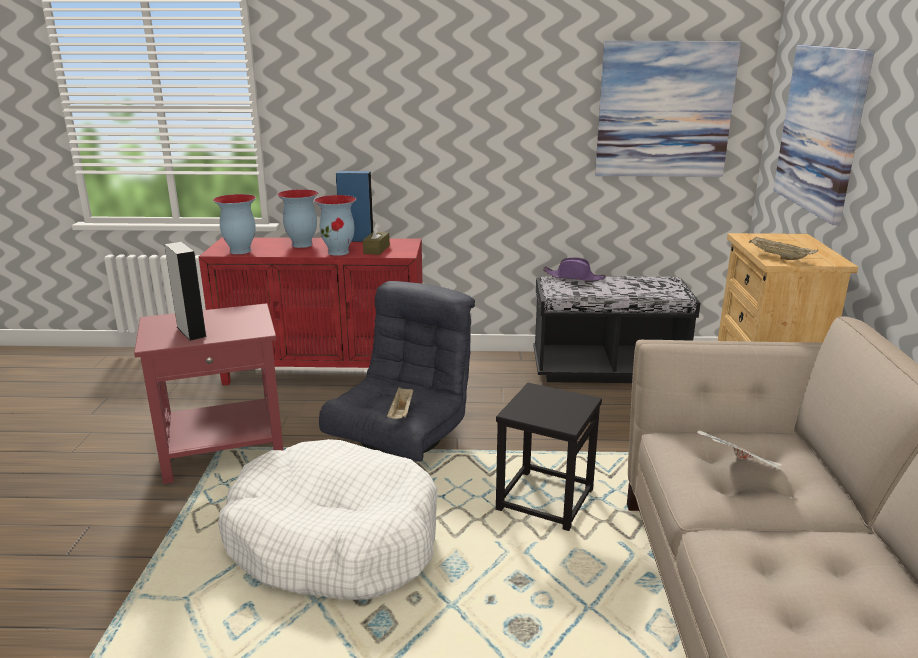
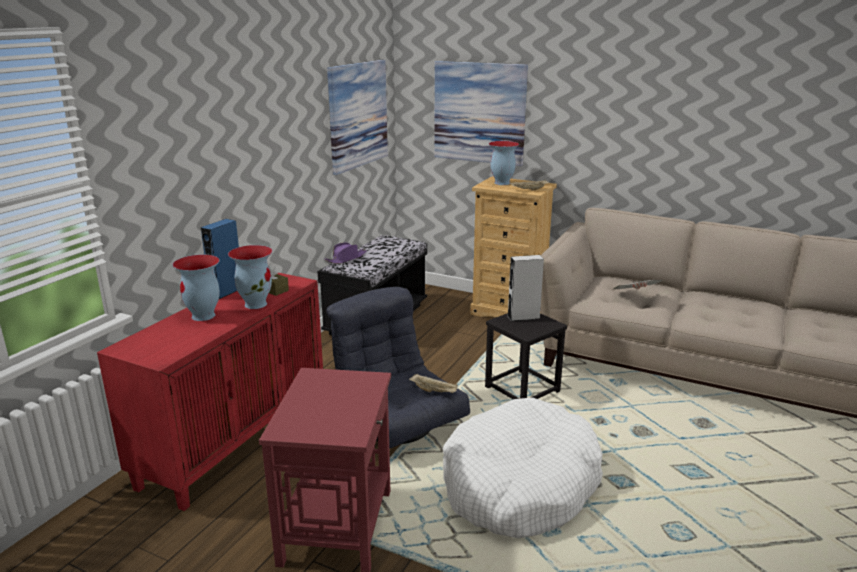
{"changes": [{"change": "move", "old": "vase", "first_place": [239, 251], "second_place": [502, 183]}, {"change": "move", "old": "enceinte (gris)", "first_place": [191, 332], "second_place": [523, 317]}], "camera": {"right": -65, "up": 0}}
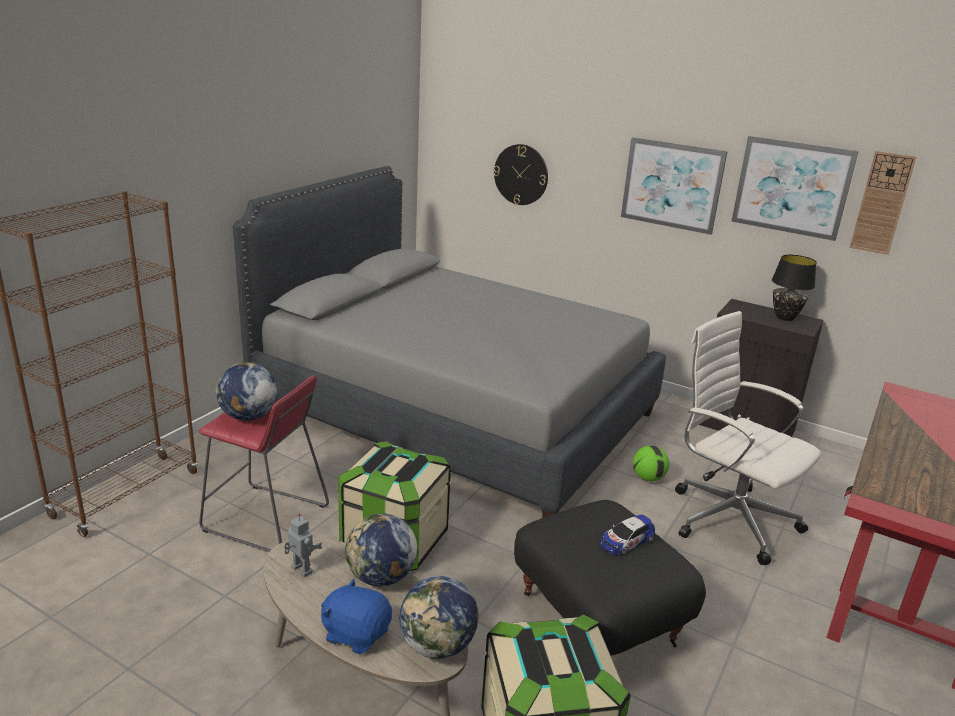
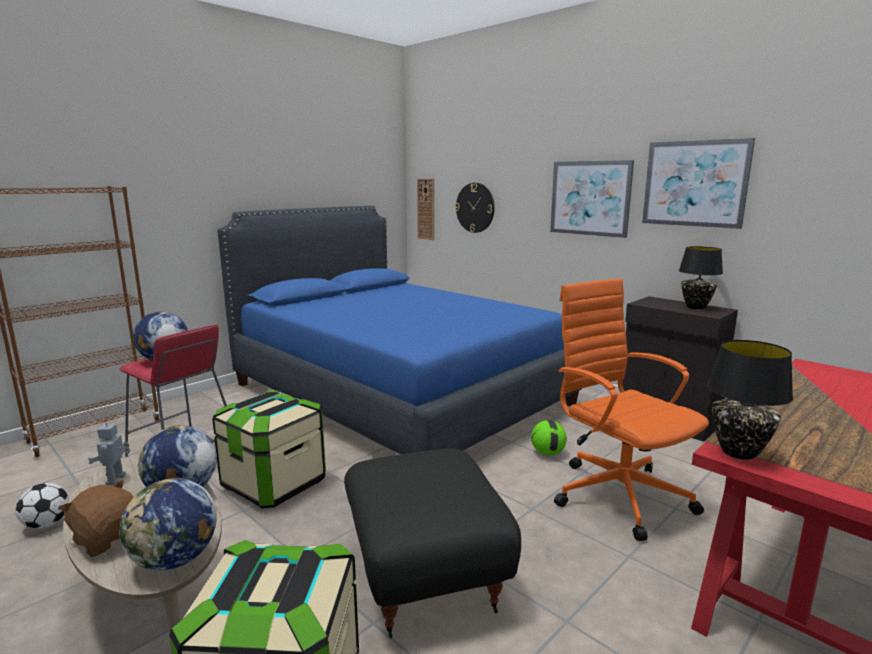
{"changes": [{"change": "move", "old": "horloge murale", "first_place": [882, 203], "second_place": [426, 209]}, {"change": "recolor", "old": "lit (gris)", "new": "lit (bleu)", "first_place": [455, 411], "second_place": [398, 394]}, {"change": "recolor", "old": "chaise de bureau (blanc)", "new": "chaise de bureau (orange)", "first_place": [729, 518], "second_place": [618, 494]}, {"change": "rotate", "old": "robot jouet", "first_place": [300, 571], "second_place": [117, 480], "degrees": -150}, {"change": "delete", "old": "petite voiture", "first_place": [626, 540]}, {"change": "recolor", "old": "peluche (bleu)", "new": "peluche (marron)", "first_place": [356, 634], "second_place": [108, 538]}, {"change": "insert", "new": "lampe de table (noir)", "second_place": [738, 452]}, {"change": "insert", "new": "ballon de foot", "second_place": [47, 524]}], "camera": {"right": 15, "up": -10}}
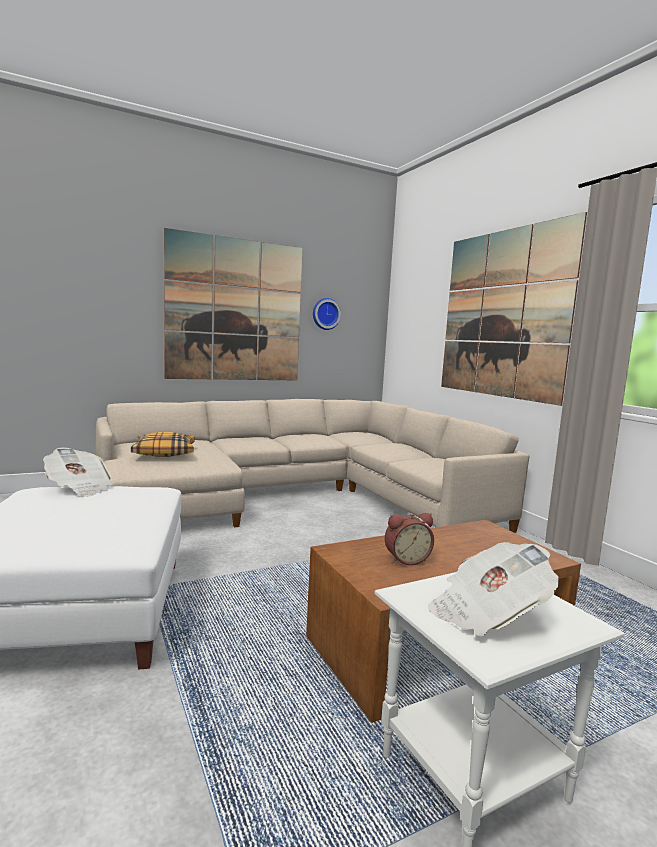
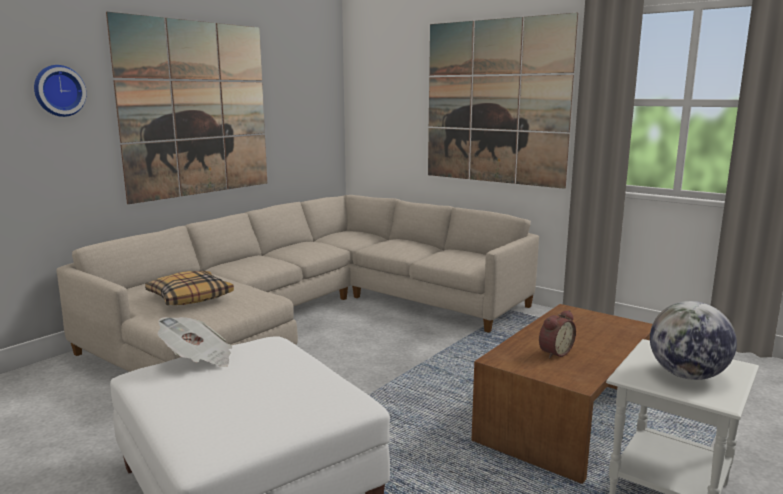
{"changes": [{"change": "move", "old": "horloge murale", "first_place": [325, 314], "second_place": [58, 91]}, {"change": "replace", "old": "journal", "new": "globe", "first_place": [487, 614], "second_place": [687, 375]}], "camera": {"right": -25, "up": 5}}
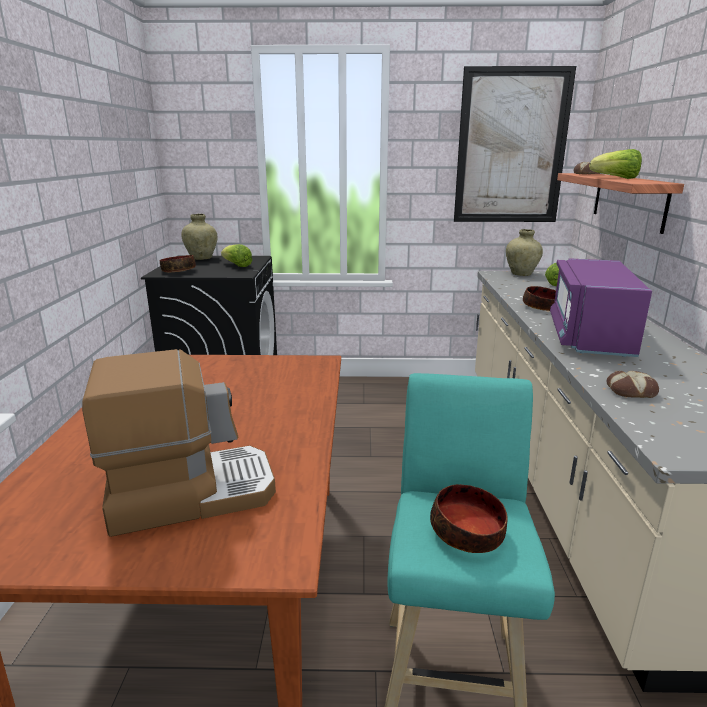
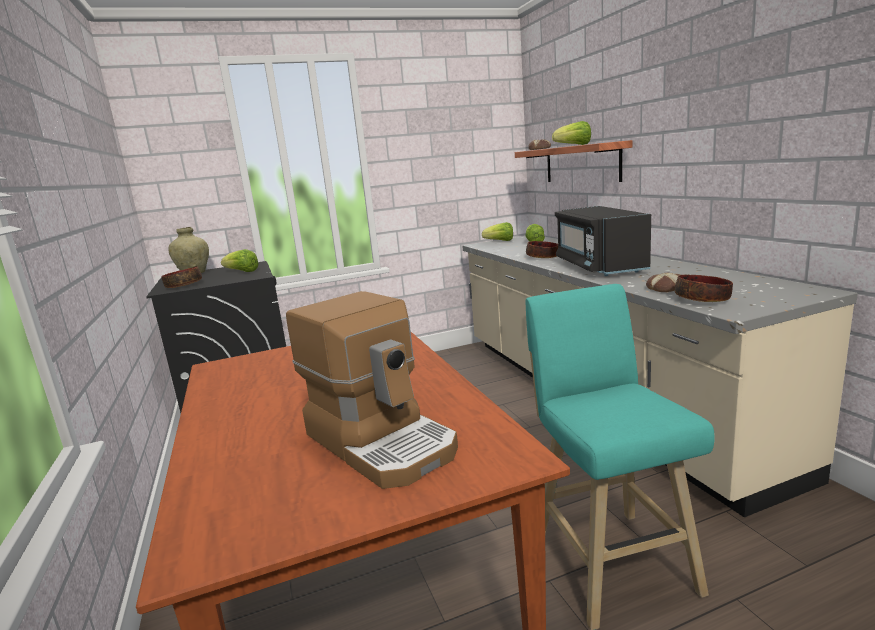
{"changes": [{"change": "delete", "old": "tableau", "first_place": [511, 147]}, {"change": "replace", "old": "vase (beige)", "new": "laitue", "first_place": [521, 274], "second_place": [500, 241]}, {"change": "recolor", "old": "micro-ondes (violet)", "new": "micro-ondes (noir)", "first_place": [589, 336], "second_place": [598, 266]}, {"change": "rotate", "old": "machine à café", "first_place": [191, 492], "second_place": [382, 441], "degrees": 90}, {"change": "move", "old": "bol", "first_place": [467, 533], "second_place": [703, 299]}], "camera": {"right": -20, "up": -5}}
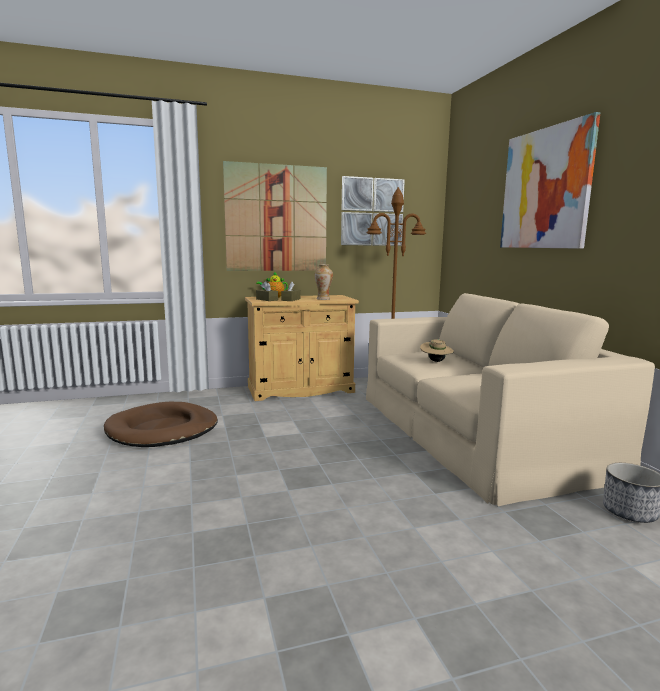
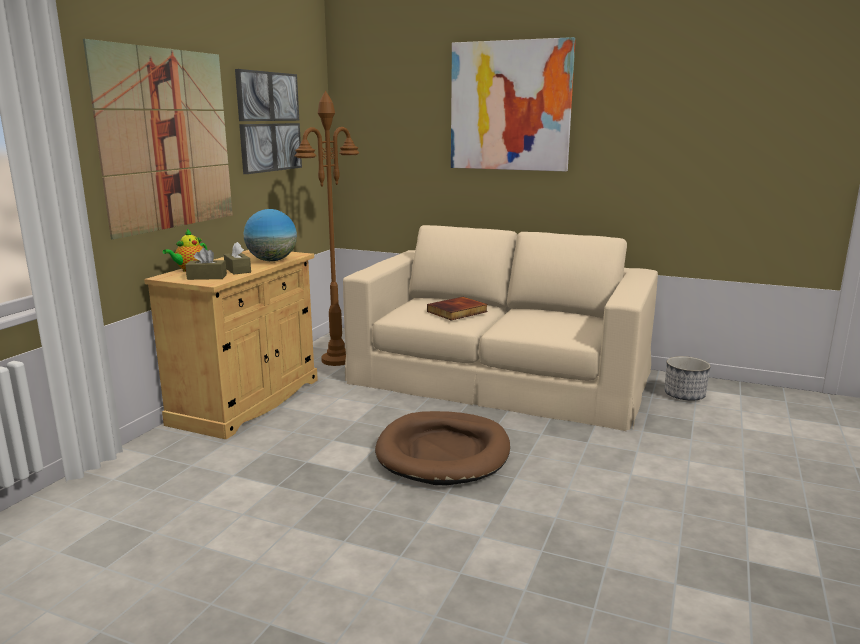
{"changes": [{"change": "replace", "old": "vase", "new": "globe", "first_place": [323, 299], "second_place": [272, 260]}, {"change": "replace", "old": "chapeau (beige)", "new": "livre", "first_place": [436, 361], "second_place": [457, 312]}, {"change": "move", "old": "panier pour chien (marron)", "first_place": [163, 429], "second_place": [443, 452]}], "camera": {"right": -50, "up": 5}}
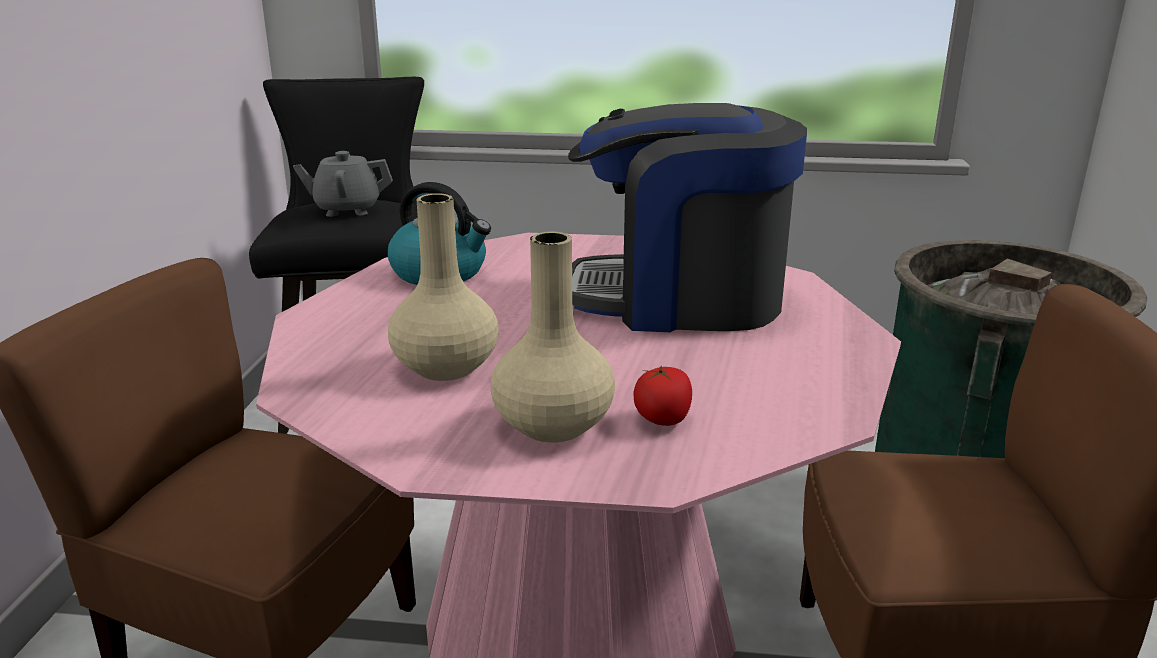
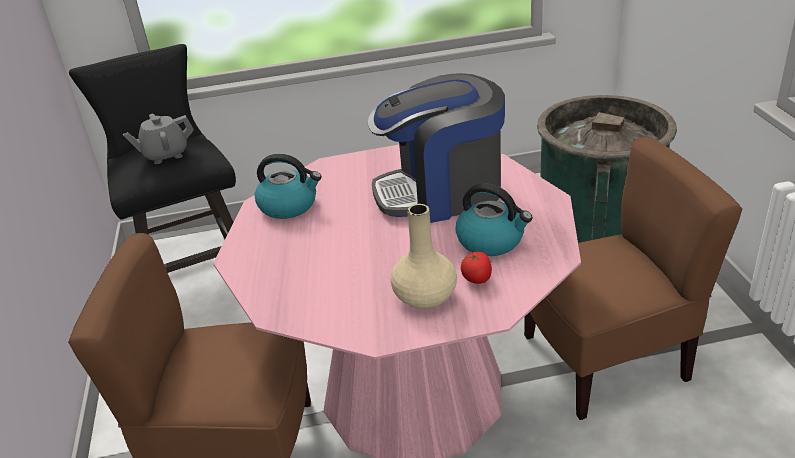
{"changes": [{"change": "delete", "old": "vase (beige)", "first_place": [446, 367]}, {"change": "insert", "new": "bouilloire", "second_place": [491, 241]}], "camera": {"right": -15, "up": 10}}
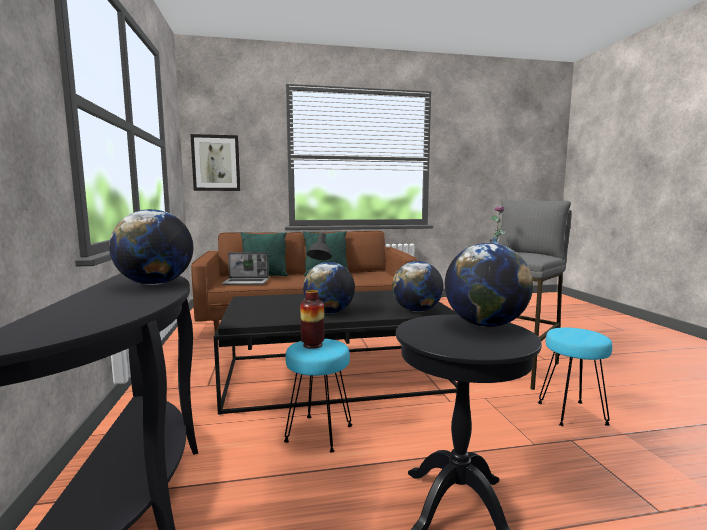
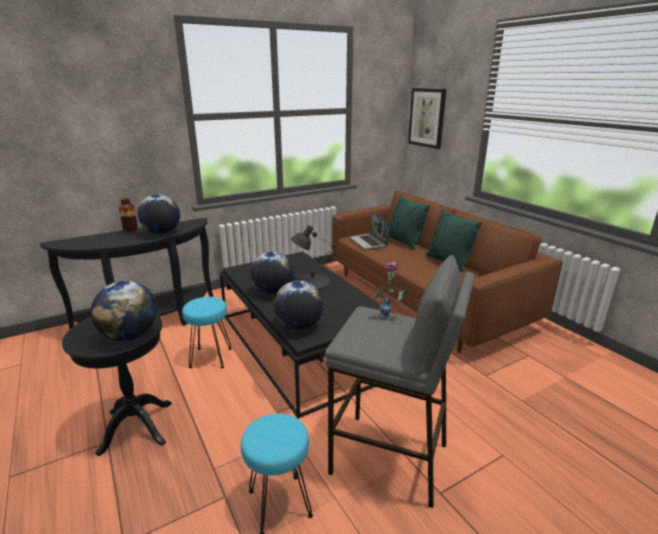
{"changes": [{"change": "move", "old": "vase", "first_place": [312, 345], "second_place": [131, 231]}], "camera": {"right": 70, "up": 15}}
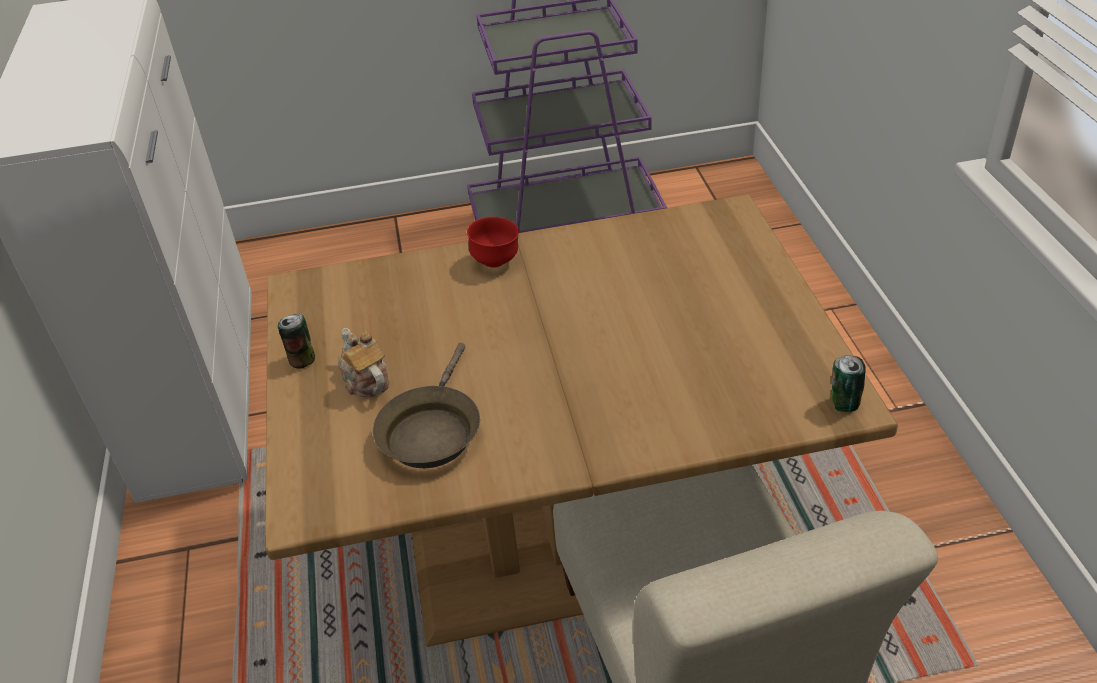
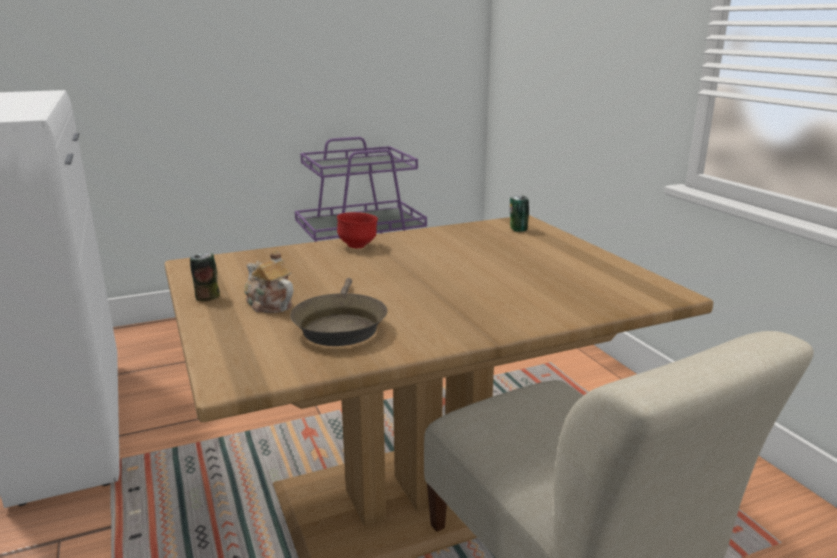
{"changes": [{"change": "move", "old": "boîte métallique", "first_place": [843, 403], "second_place": [518, 229]}], "camera": {"right": -15, "up": -20}}
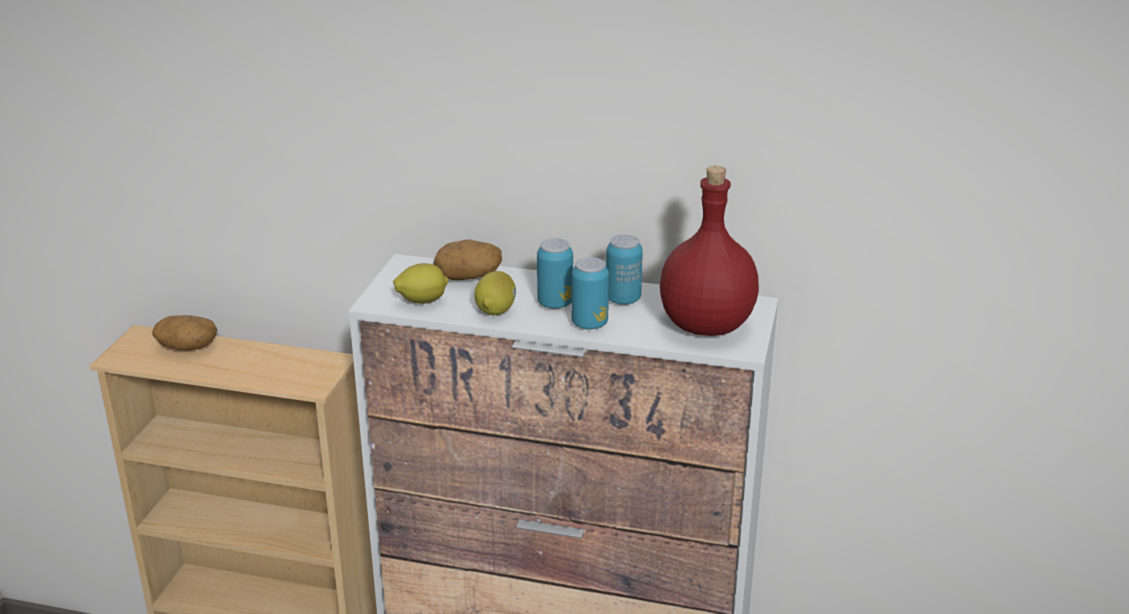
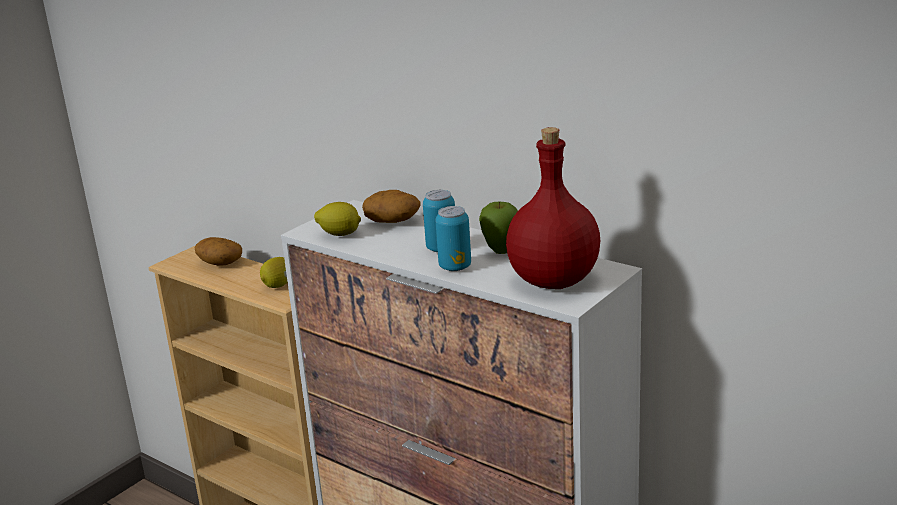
{"changes": [{"change": "replace", "old": "boîte métallique", "new": "pomme", "first_place": [623, 299], "second_place": [501, 252]}, {"change": "move", "old": "citron", "first_place": [496, 310], "second_place": [279, 285]}], "camera": {"right": 25, "up": -5}}
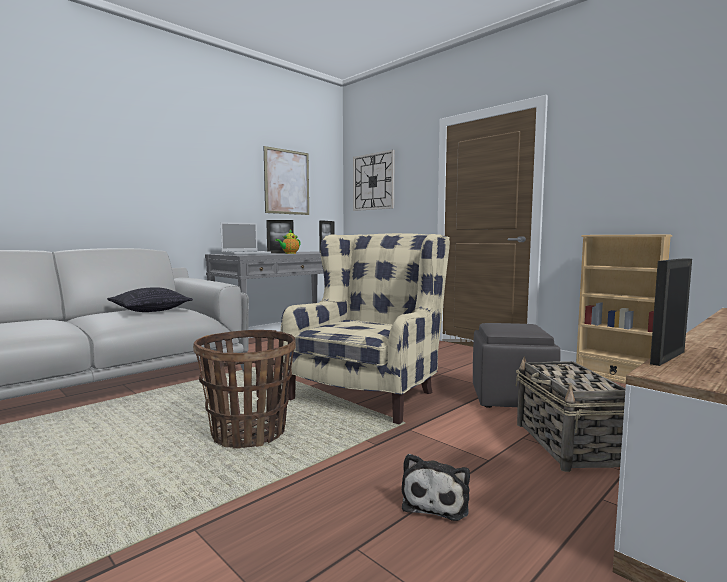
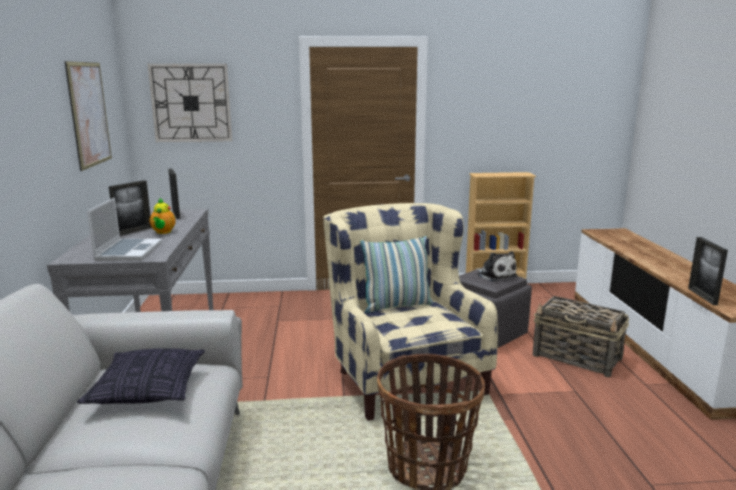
{"changes": [{"change": "move", "old": "peluche", "first_place": [436, 501], "second_place": [495, 275]}, {"change": "insert", "new": "coussin", "second_place": [396, 305]}], "camera": {"right": -50, "up": 10}}
